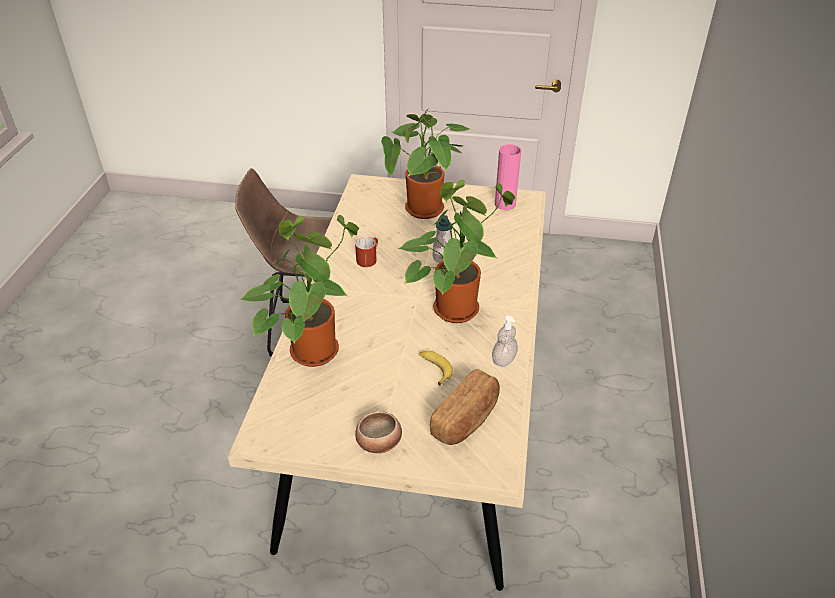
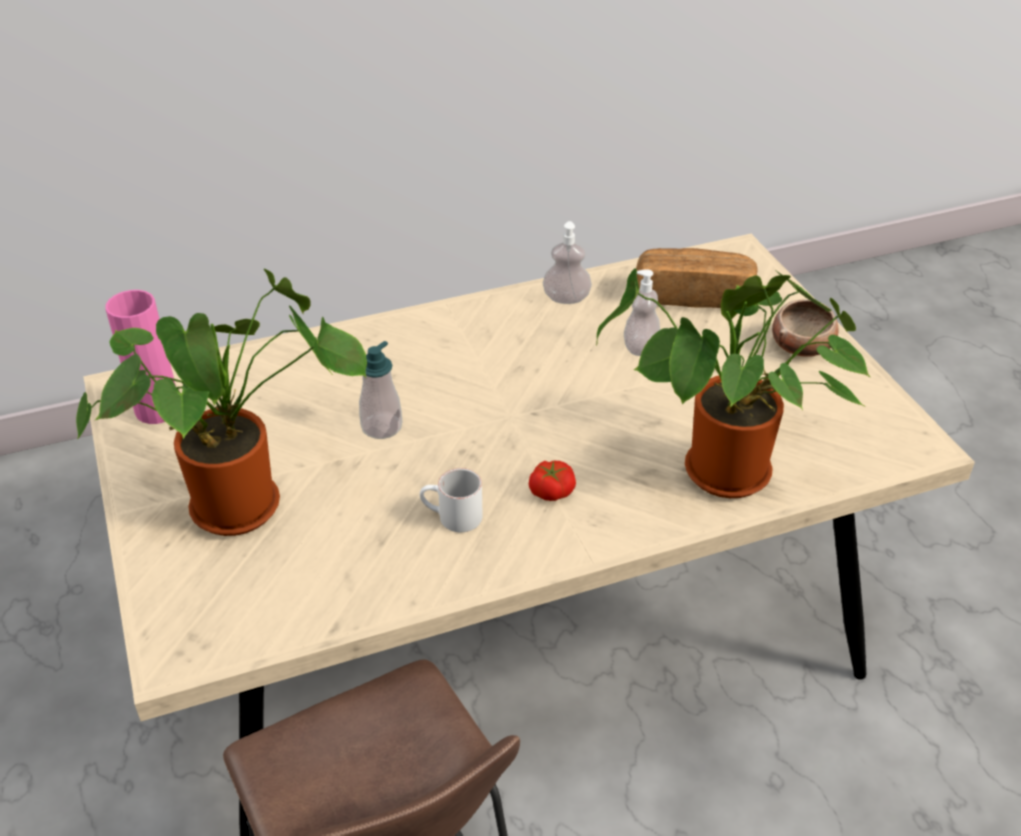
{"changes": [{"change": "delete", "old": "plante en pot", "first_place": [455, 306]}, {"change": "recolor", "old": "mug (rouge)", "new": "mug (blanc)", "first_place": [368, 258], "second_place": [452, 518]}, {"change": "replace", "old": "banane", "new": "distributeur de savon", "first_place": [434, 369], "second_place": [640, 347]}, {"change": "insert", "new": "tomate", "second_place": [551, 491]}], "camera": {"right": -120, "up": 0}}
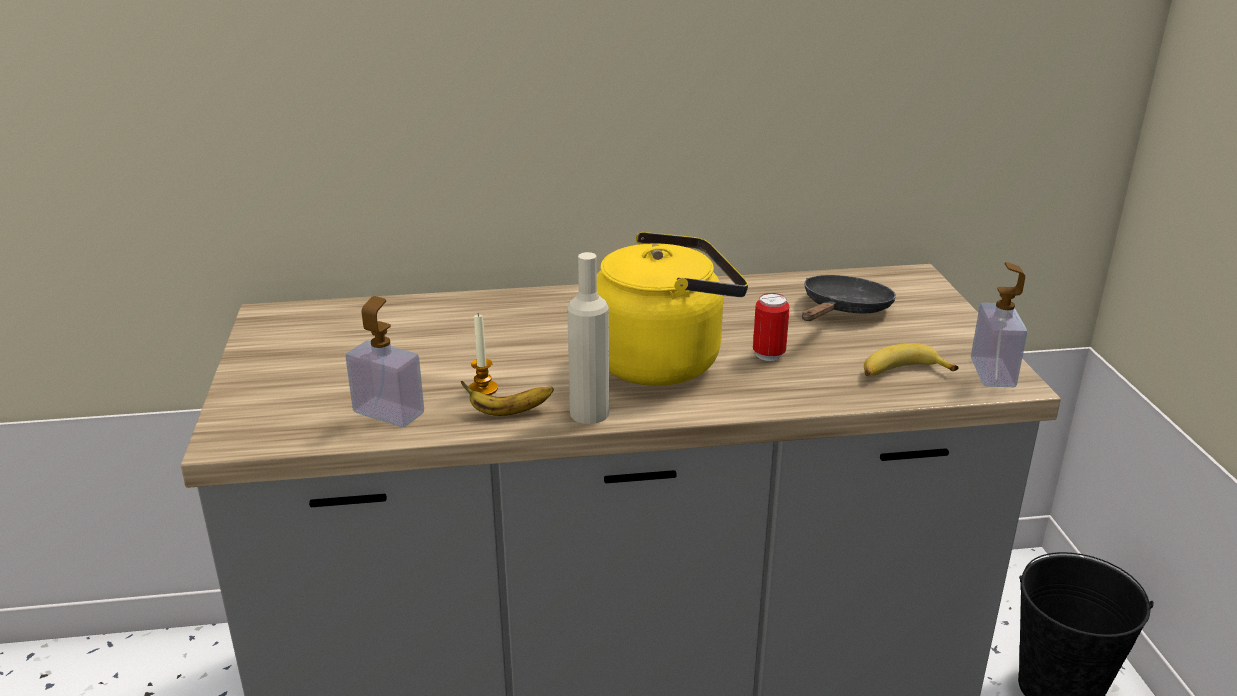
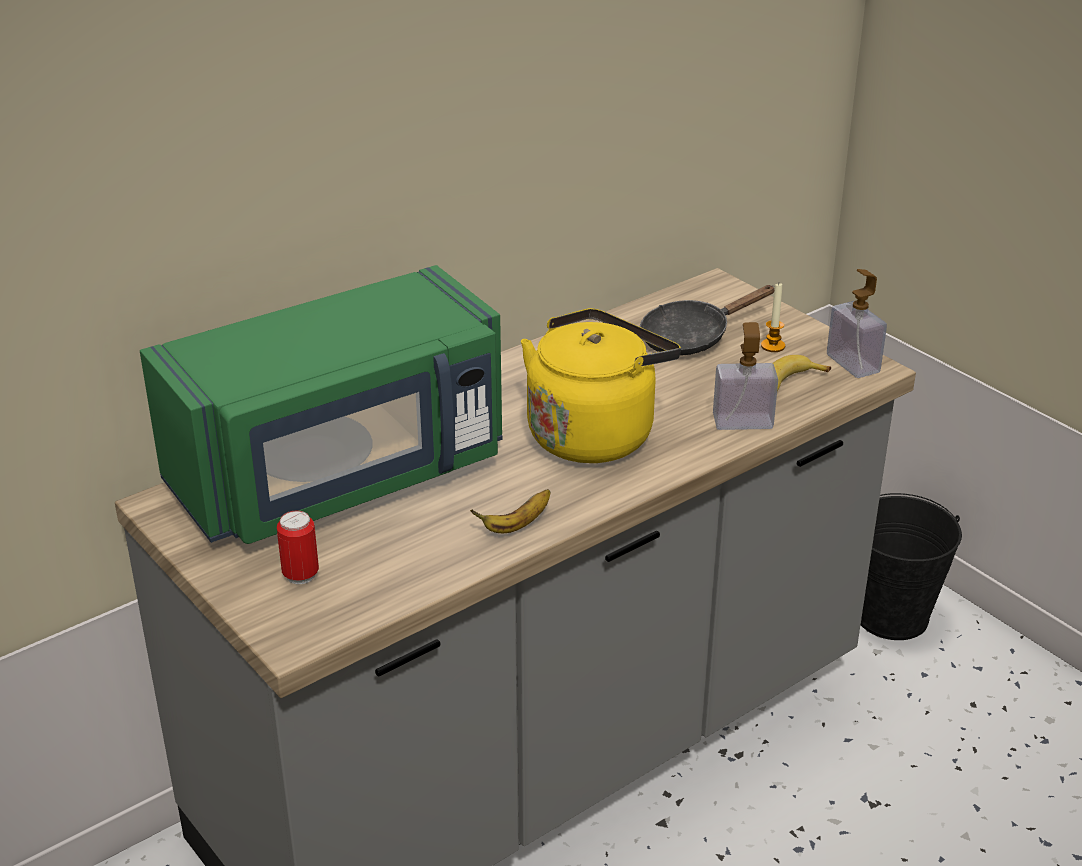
{"changes": [{"change": "delete", "old": "bouteille (beige)", "first_place": [589, 413]}, {"change": "rotate", "old": "poêle (noir)", "first_place": [843, 310], "second_place": [691, 337], "degrees": -120}, {"change": "move", "old": "boîte métallique", "first_place": [768, 354], "second_place": [301, 575]}, {"change": "move", "old": "distributeur de savon", "first_place": [388, 412], "second_place": [742, 422]}, {"change": "move", "old": "bougie", "first_place": [483, 389], "second_place": [773, 346]}, {"change": "insert", "new": "micro-ondes (vert)", "second_place": [342, 475]}], "camera": {"right": -30, "up": 5}}
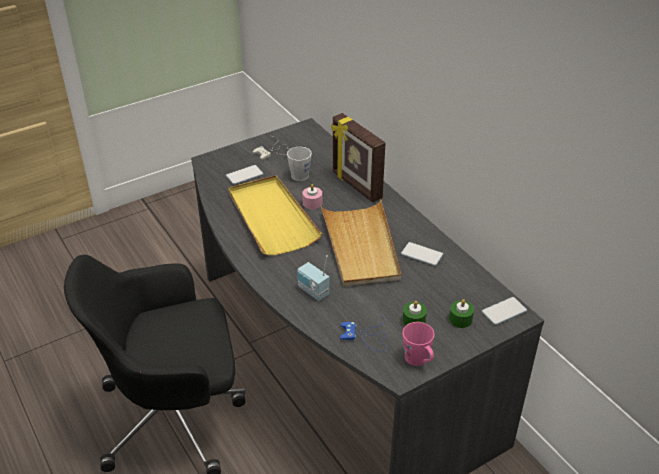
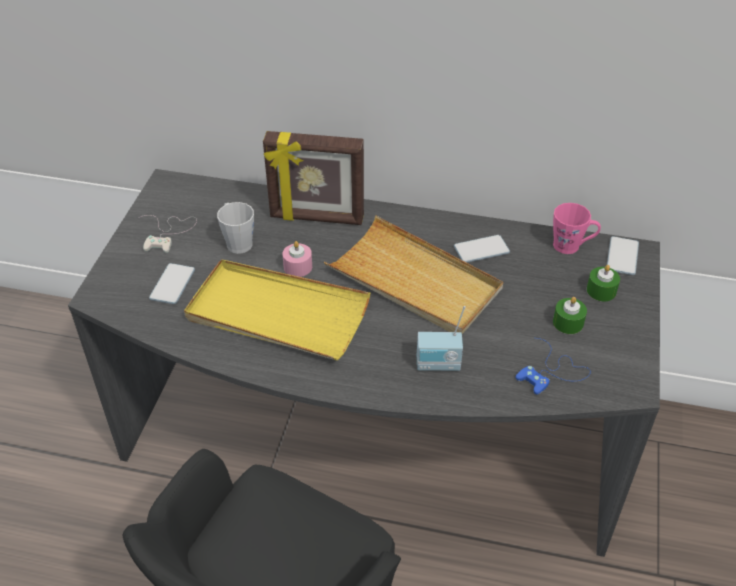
{"changes": [{"change": "move", "old": "mug (rose)", "first_place": [418, 360], "second_place": [571, 246]}], "camera": {"right": -45, "up": 5}}
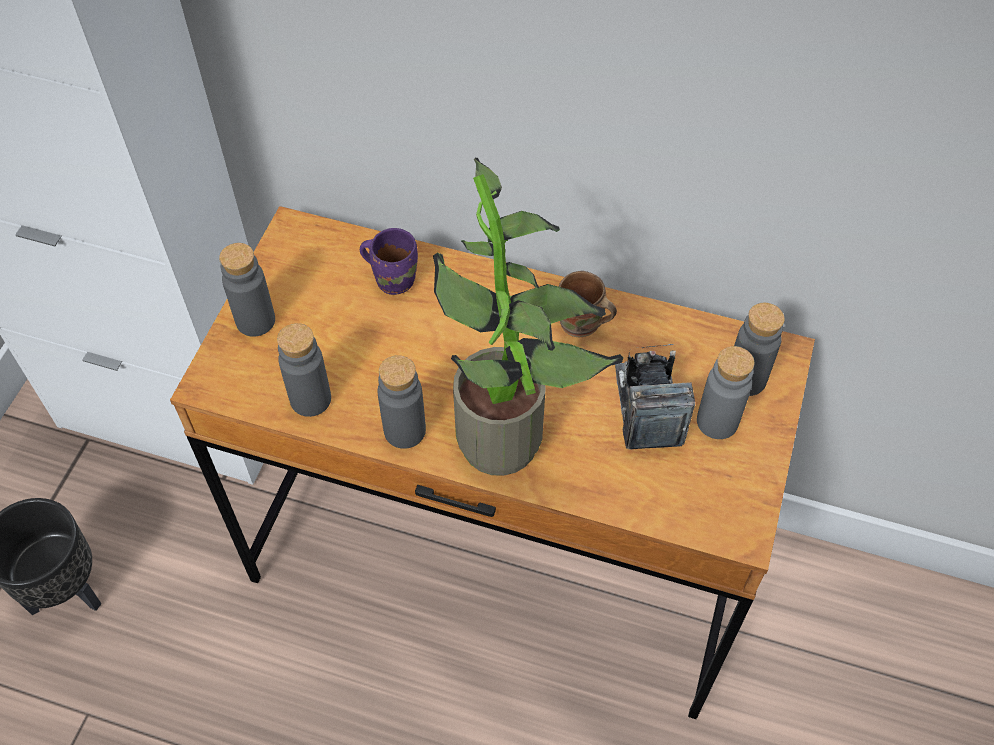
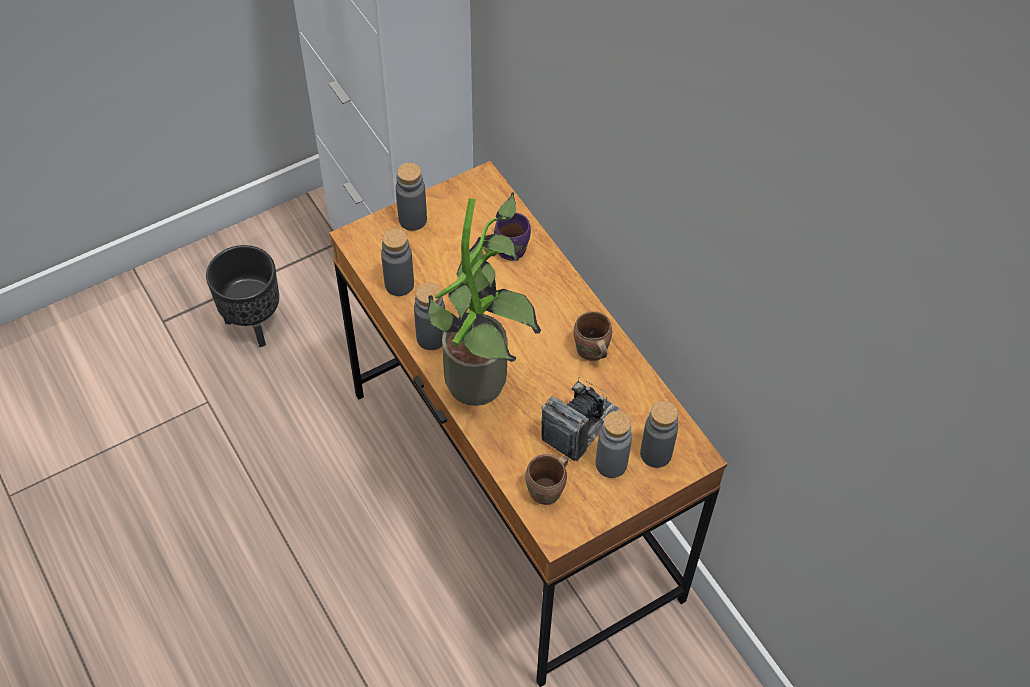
{"changes": [{"change": "insert", "new": "mug (marron)", "second_place": [548, 491]}], "camera": {"right": 40, "up": 0}}
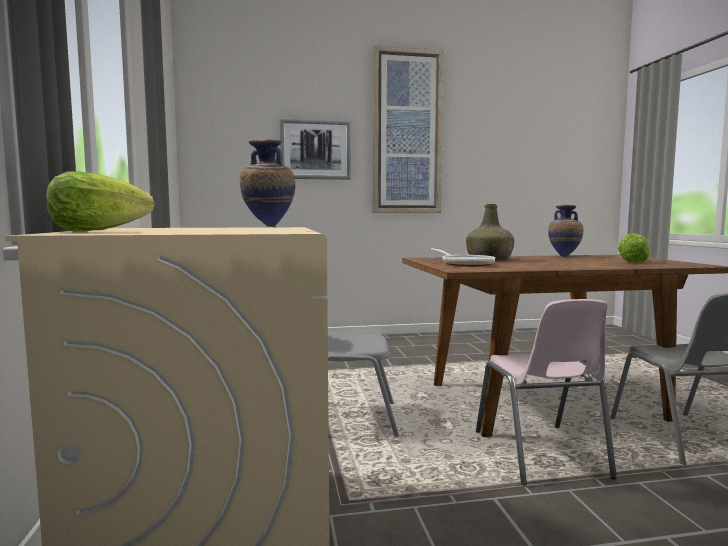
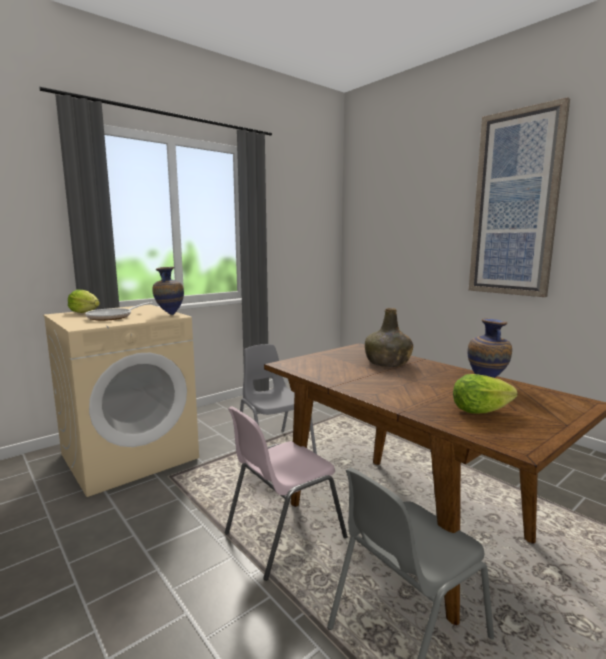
{"changes": [{"change": "delete", "old": "tableau", "first_place": [315, 150]}, {"change": "move", "old": "poêle", "first_place": [465, 264], "second_place": [113, 317]}], "camera": {"right": 60, "up": 5}}
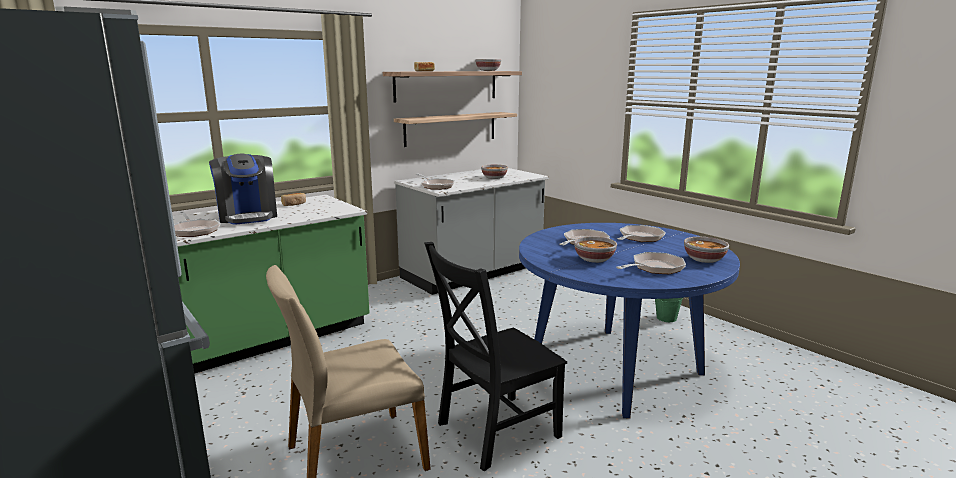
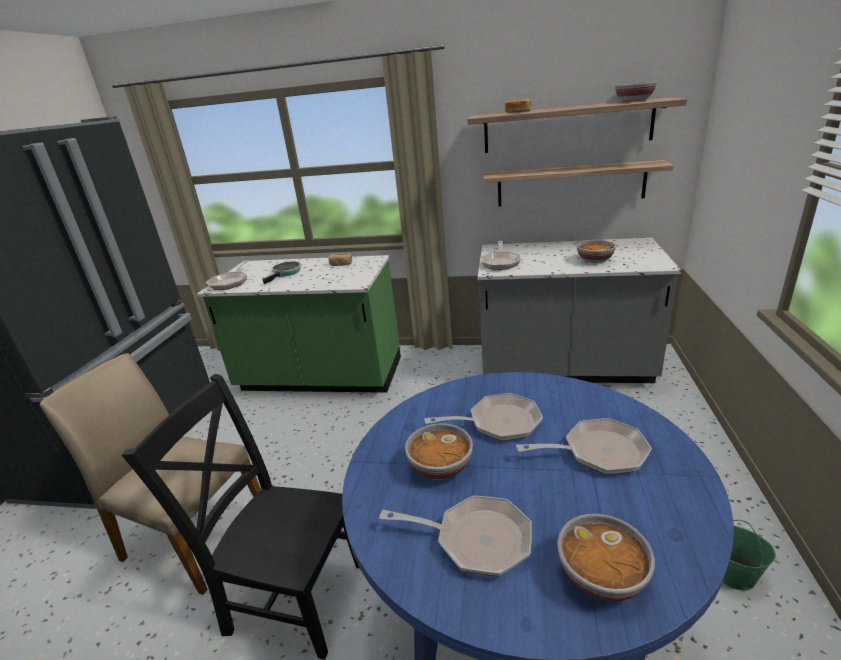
{"changes": [{"change": "replace", "old": "machine à café", "new": "poêle", "first_place": [248, 216], "second_place": [286, 273]}], "camera": {"right": 50, "up": 10}}
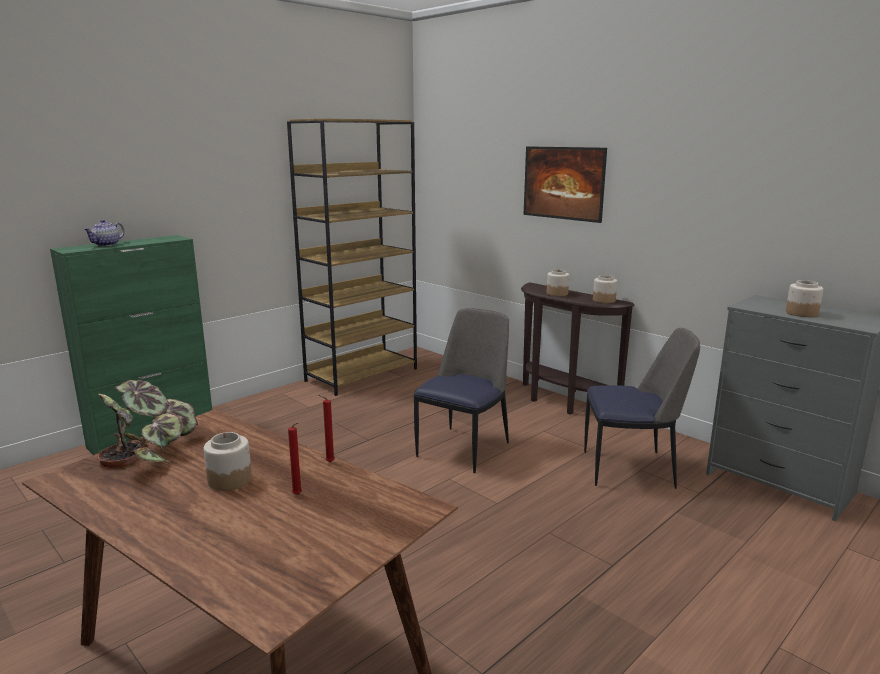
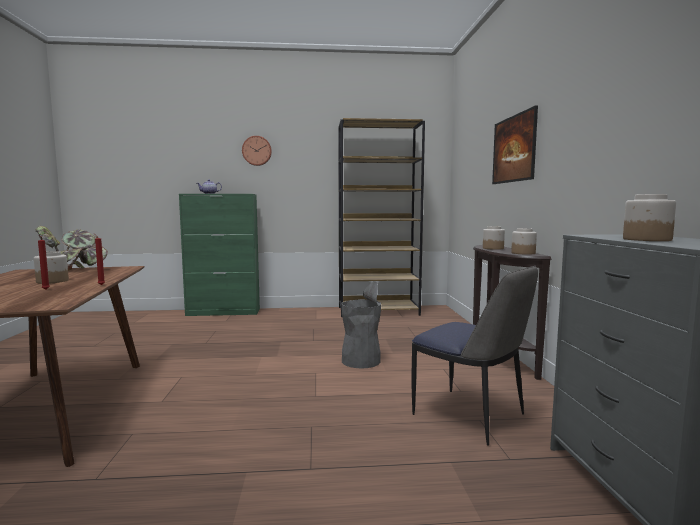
{"changes": [{"change": "replace", "old": "chaise", "new": "poubelle (gris)", "first_place": [464, 448], "second_place": [361, 361]}, {"change": "insert", "new": "horloge murale", "second_place": [257, 151]}], "camera": {"right": 40, "up": -10}}
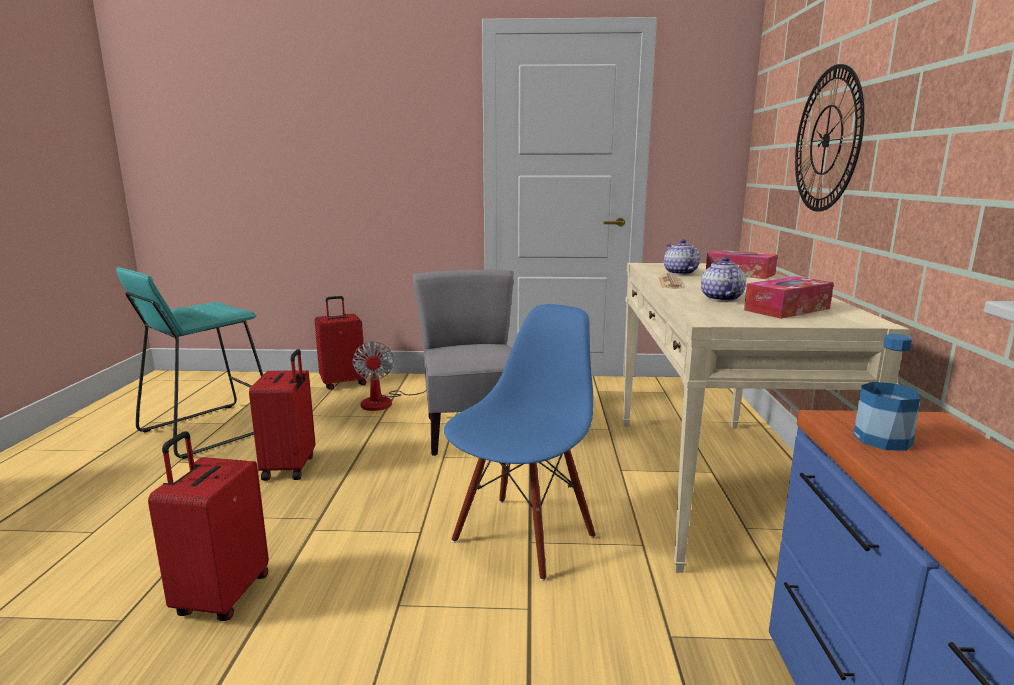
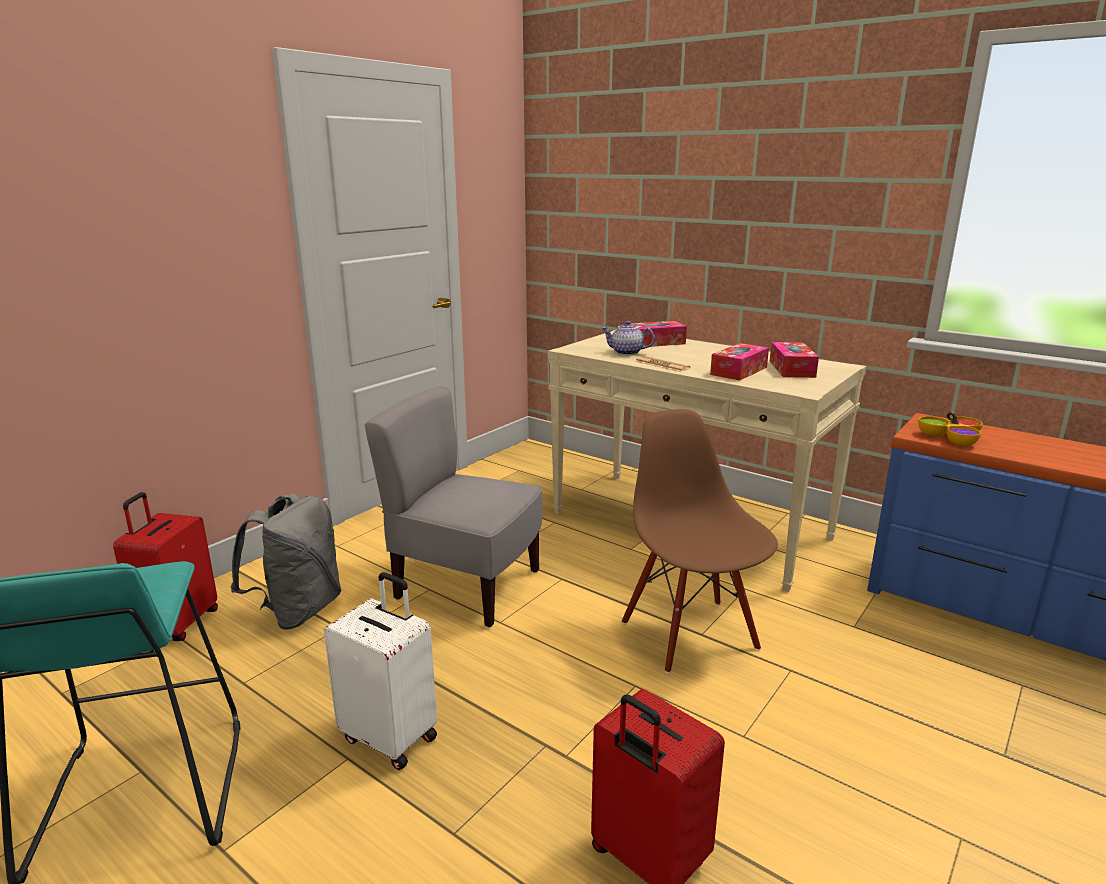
{"changes": [{"change": "delete", "old": "horloge murale", "first_place": [826, 140]}, {"change": "replace", "old": "théière", "new": "boîte à mouchoirs", "first_place": [720, 298], "second_place": [739, 371]}, {"change": "recolor", "old": "chaise (bleu)", "new": "chaise (marron)", "first_place": [522, 536], "second_place": [690, 634]}, {"change": "replace", "old": "bouteille", "new": "bol", "first_place": [882, 439], "second_place": [952, 438]}, {"change": "replace", "old": "ventilateur", "new": "sac à dos (gris)", "first_place": [386, 401], "second_place": [298, 611]}, {"change": "recolor", "old": "valise (rouge)", "new": "valise (blanc)", "first_place": [291, 467], "second_place": [391, 737]}], "camera": {"right": -55, "up": 5}}
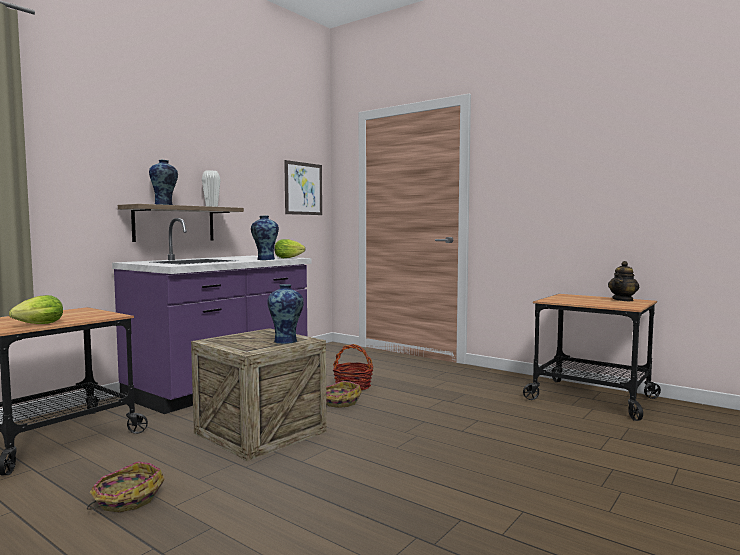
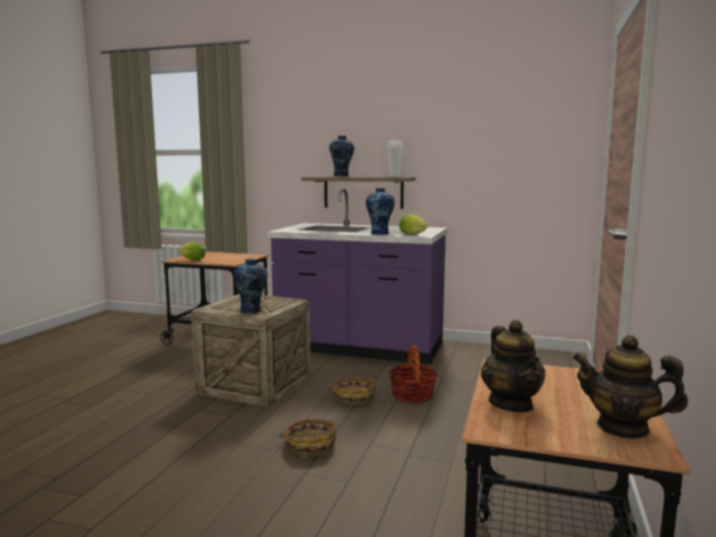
{"changes": [{"change": "delete", "old": "tableau", "first_place": [303, 188]}, {"change": "move", "old": "panier", "first_place": [126, 499], "second_place": [310, 445]}, {"change": "insert", "new": "théière", "second_place": [511, 404]}], "camera": {"right": 70, "up": 5}}
